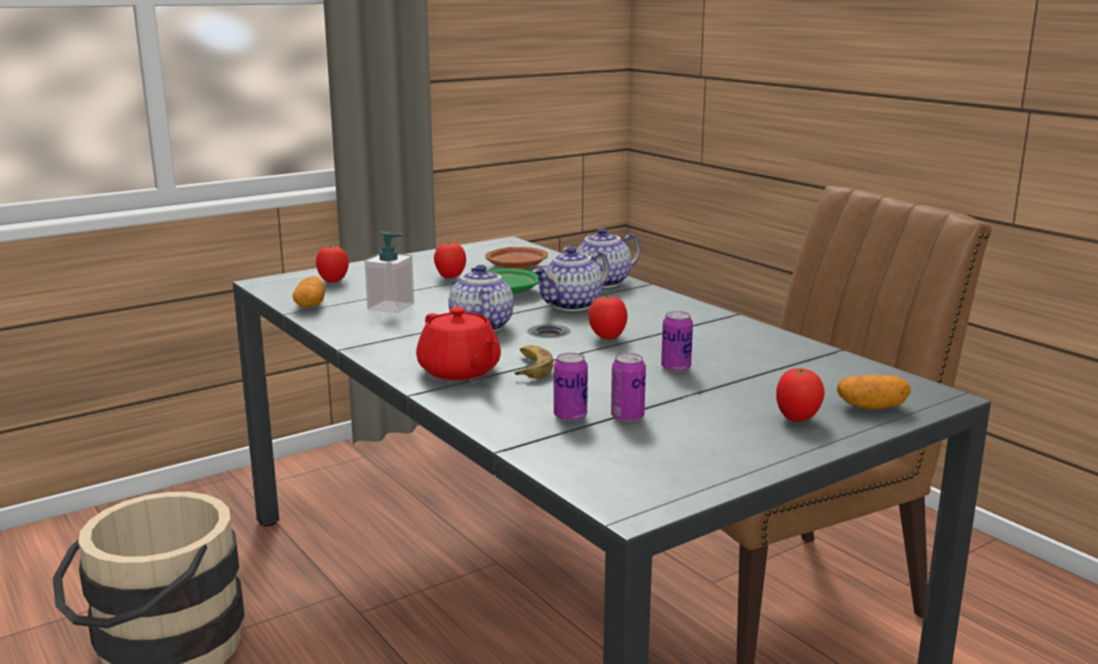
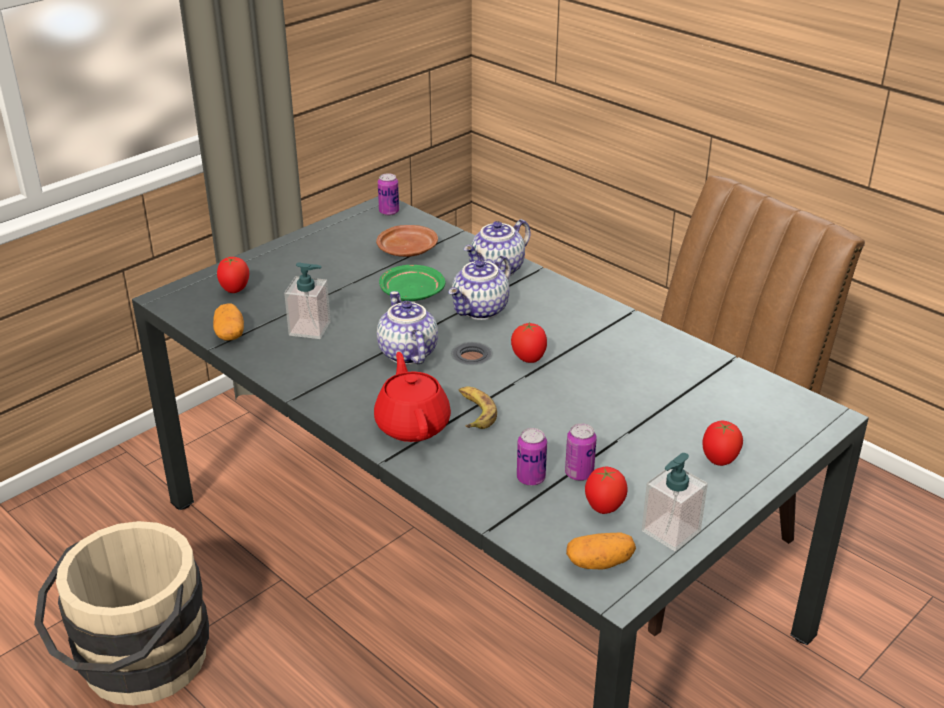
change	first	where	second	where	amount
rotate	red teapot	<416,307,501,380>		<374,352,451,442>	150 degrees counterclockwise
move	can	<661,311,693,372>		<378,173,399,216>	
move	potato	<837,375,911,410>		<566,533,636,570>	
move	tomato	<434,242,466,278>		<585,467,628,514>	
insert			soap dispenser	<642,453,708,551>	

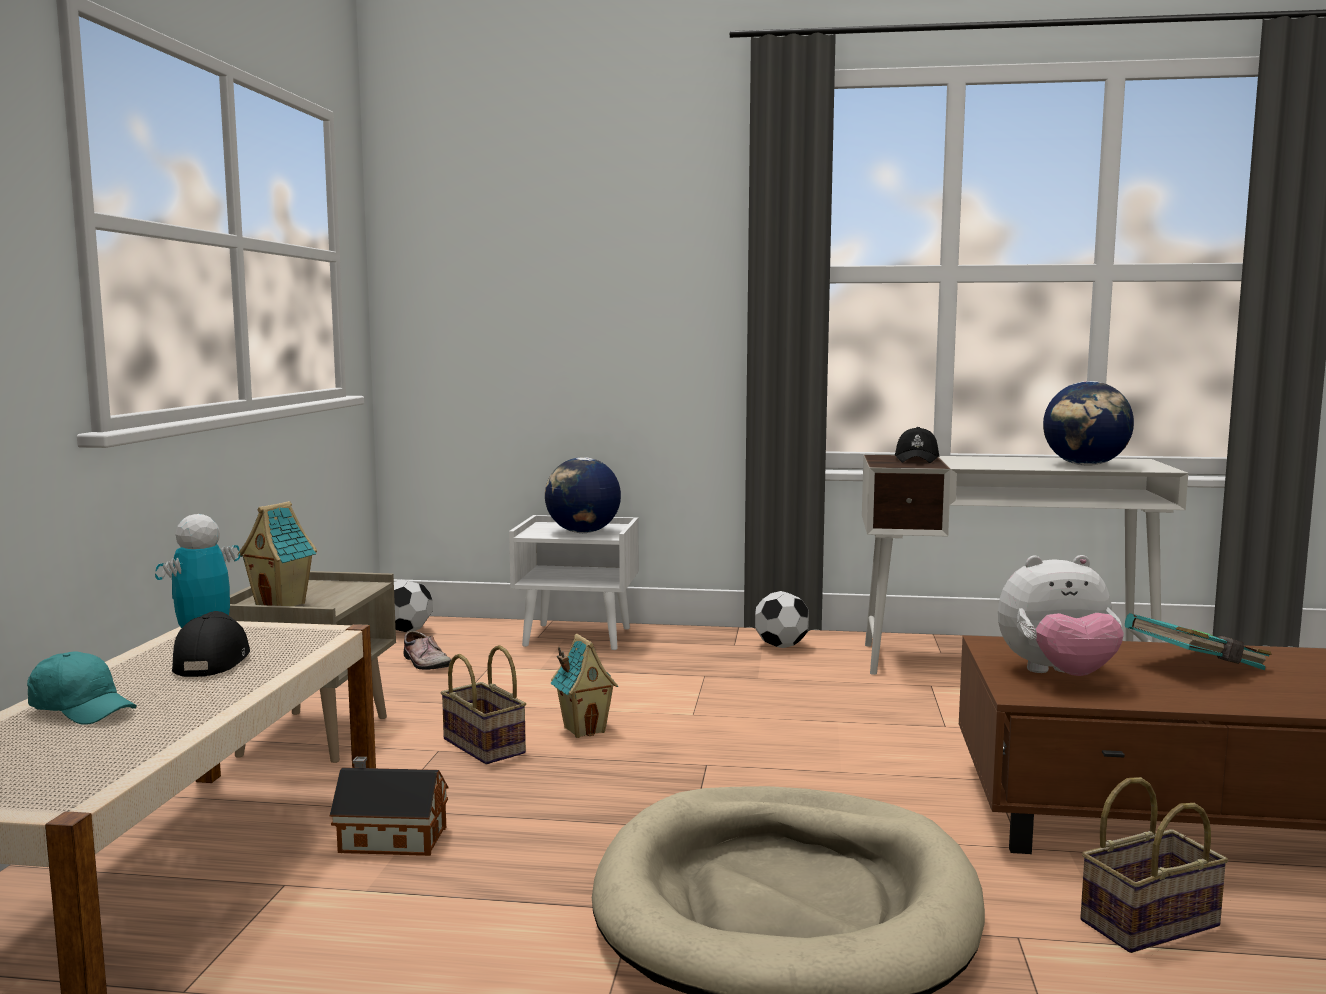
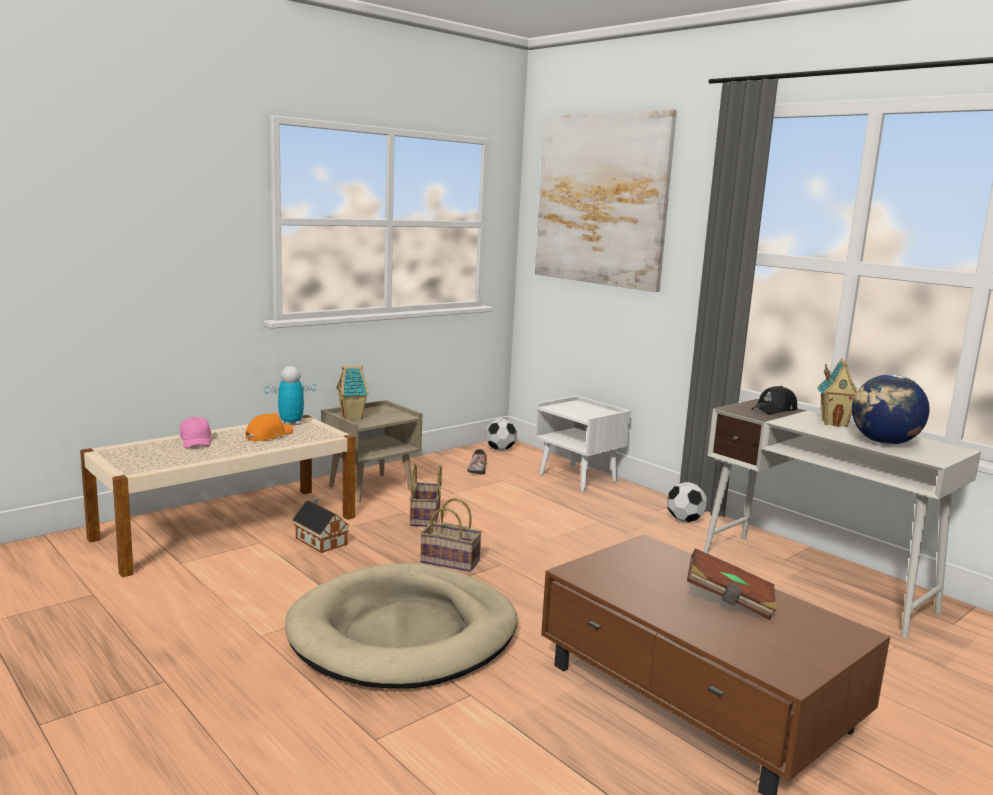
change	first	where	second	where	amount
recolor	turquoise cap	<27,651,137,725>	pink cap	<180,417,211,448>	
recolor	black cap	<172,611,250,677>	orange cap	<246,413,293,441>	
move	basket	<1080,777,1228,953>		<420,498,482,572>	
insert			picture	<535,109,677,292>	
recolor	turquoise book	<1125,613,1272,670>	brown book	<687,548,777,620>	
move	toy house	<551,634,618,738>		<817,358,858,427>	
delete	globe	<545,457,621,533>			
delete	plush toy	<998,555,1124,676>			

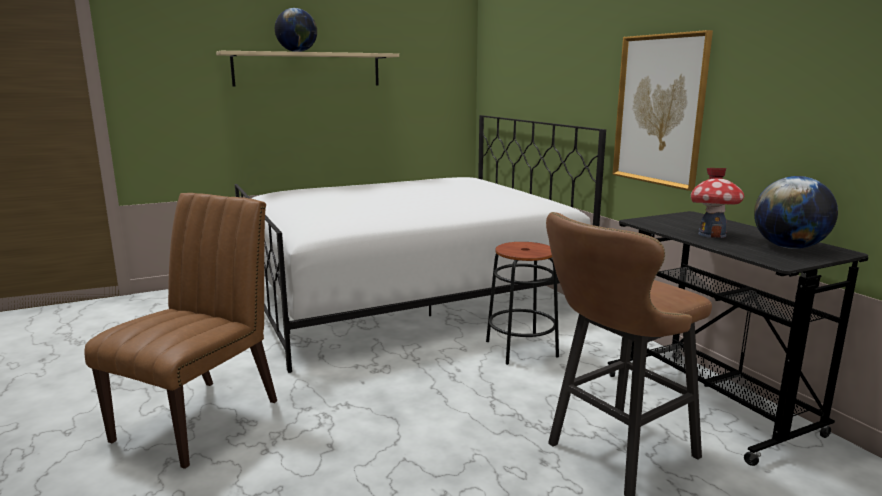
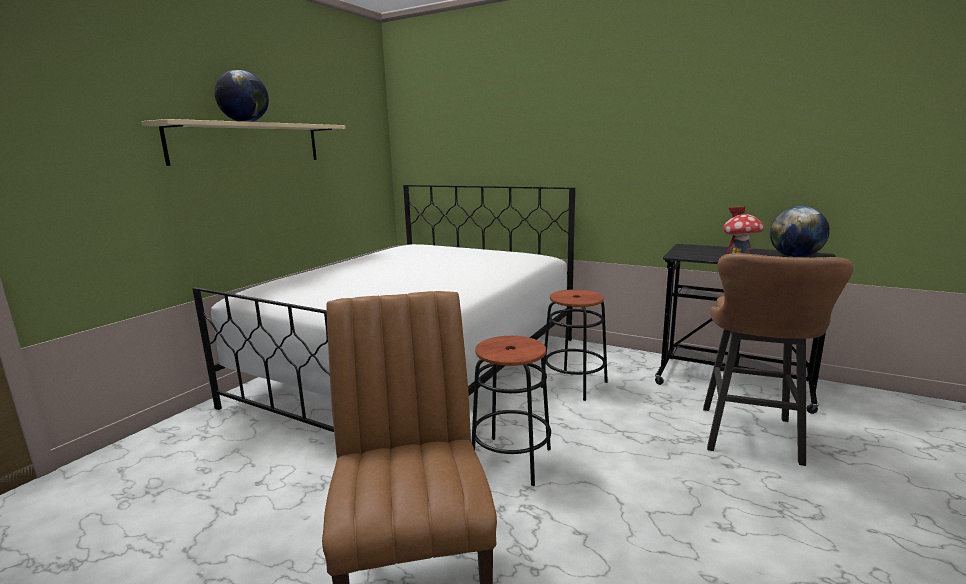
change	first	where	second	where	amount
insert			black stool	<472,336,551,486>	
delete	picture	<612,30,713,191>			

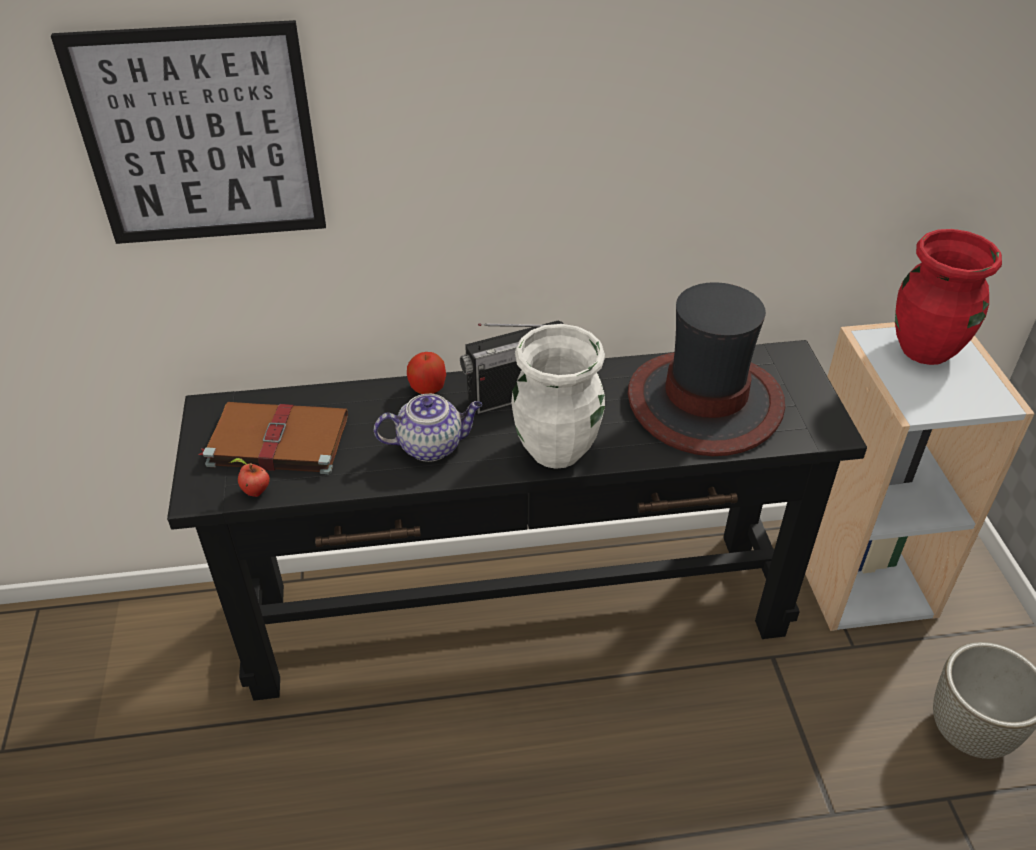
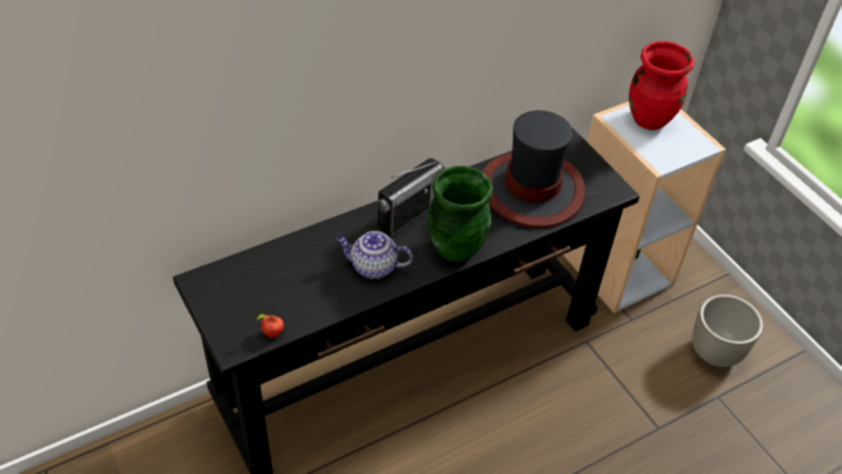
change	first	where	second	where	amount
rotate	teapot	<374,394,482,462>		<336,231,413,279>	135 degrees counterclockwise
recolor	white vase	<511,324,605,469>	green vase	<427,166,493,262>	
delete	picture	<51,20,326,244>			
delete	brown book	<198,402,348,474>			
delete	apple	<407,352,446,394>			

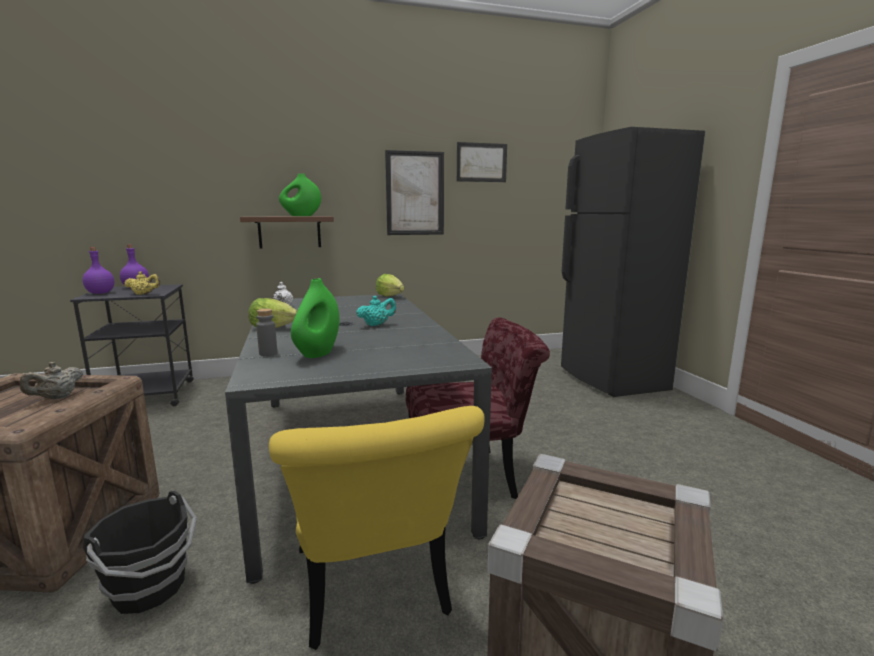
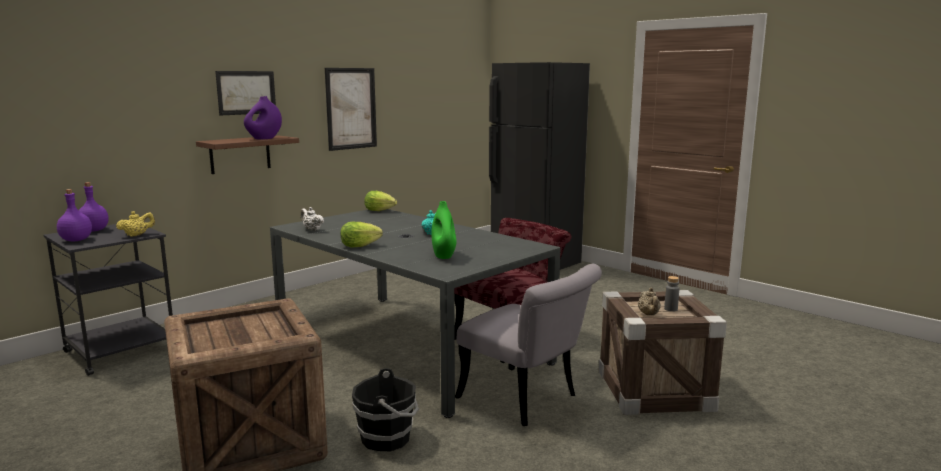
change	first	where	second	where	amount
move	picture	<457,142,507,182>		<215,71,276,116>	
recolor	green vase	<279,174,321,216>	purple vase	<244,96,282,139>	
recolor	yellow chair	<269,406,485,650>	grey chair	<455,264,602,426>	
move	beige teapot	<20,362,83,399>		<638,288,661,315>	
move	grey bottle	<256,309,277,356>		<664,276,679,312>	

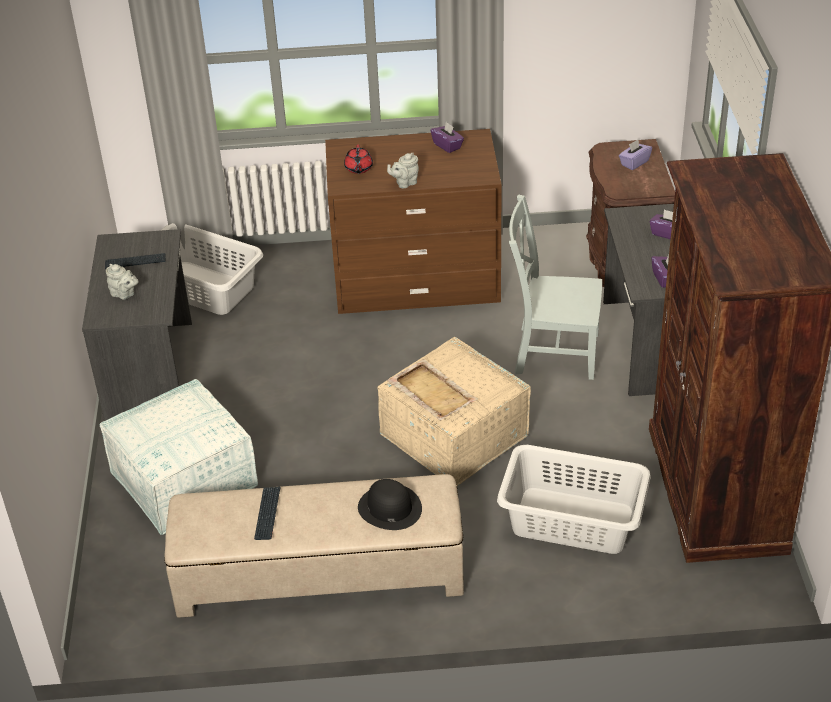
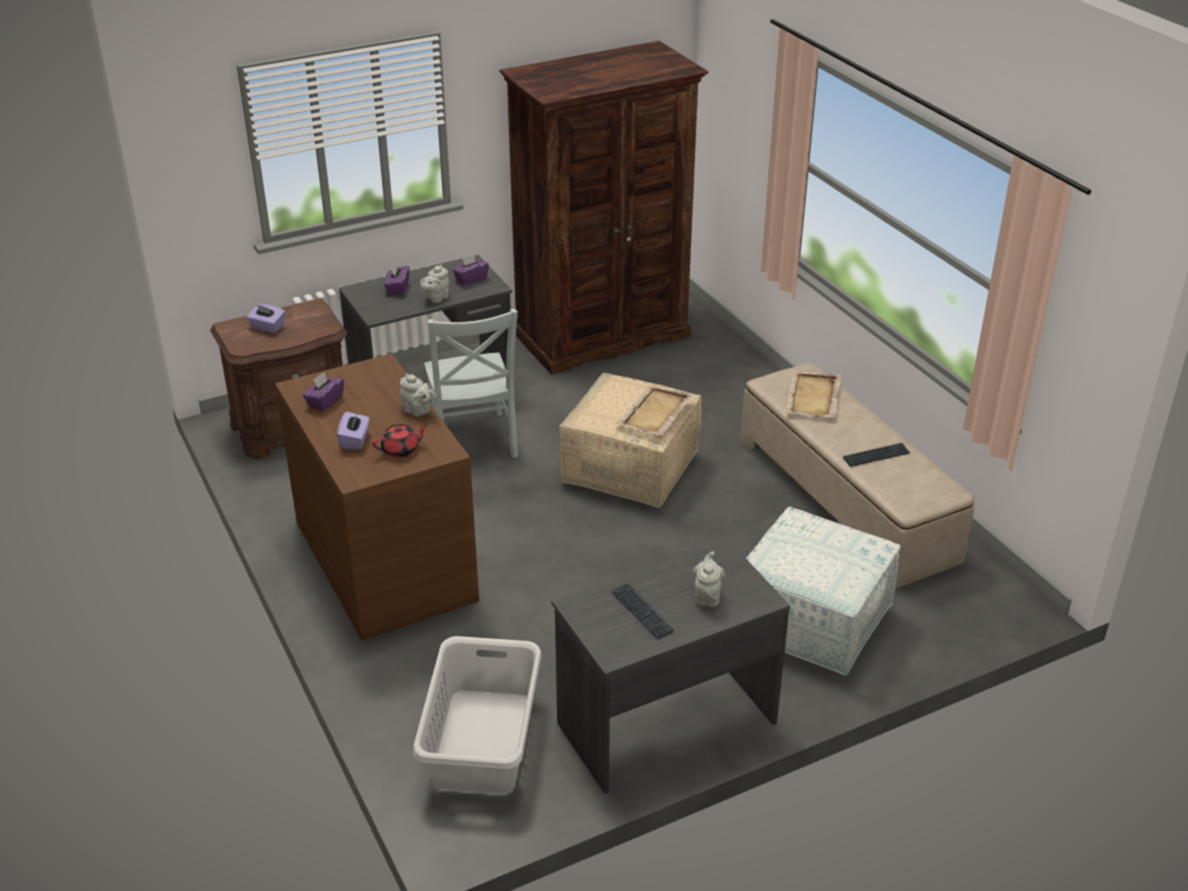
change	first	where	second	where	amount
insert			purple tissue box	<337,412,370,450>	
insert			grey teapot	<420,264,449,303>	
replace	black hat	<358,479,422,530>	beige tray	<786,371,841,418>	
delete	grey laundry basket	<497,445,651,554>			

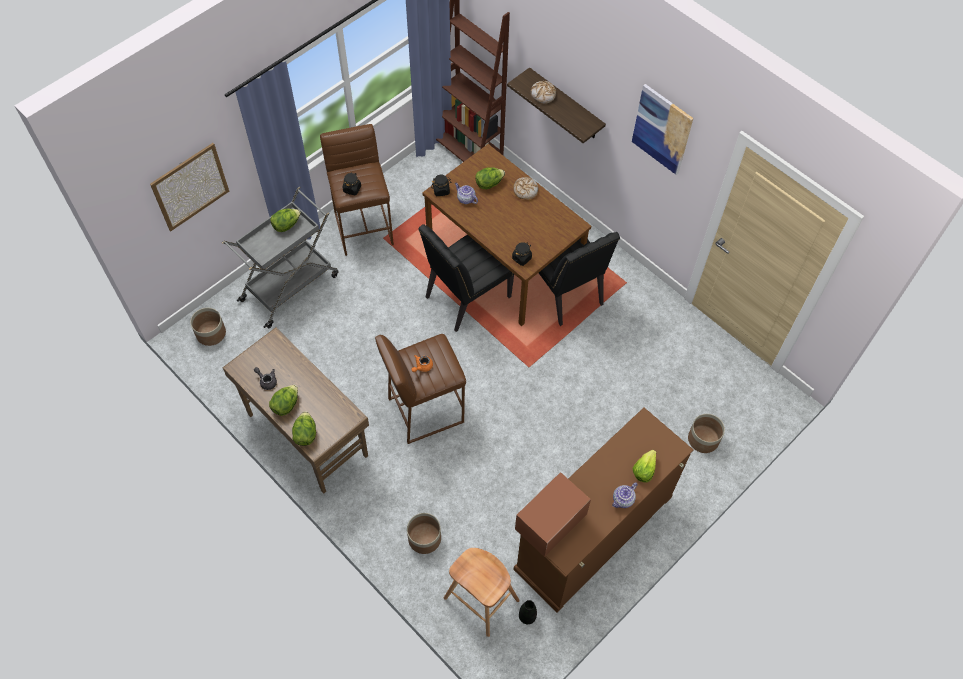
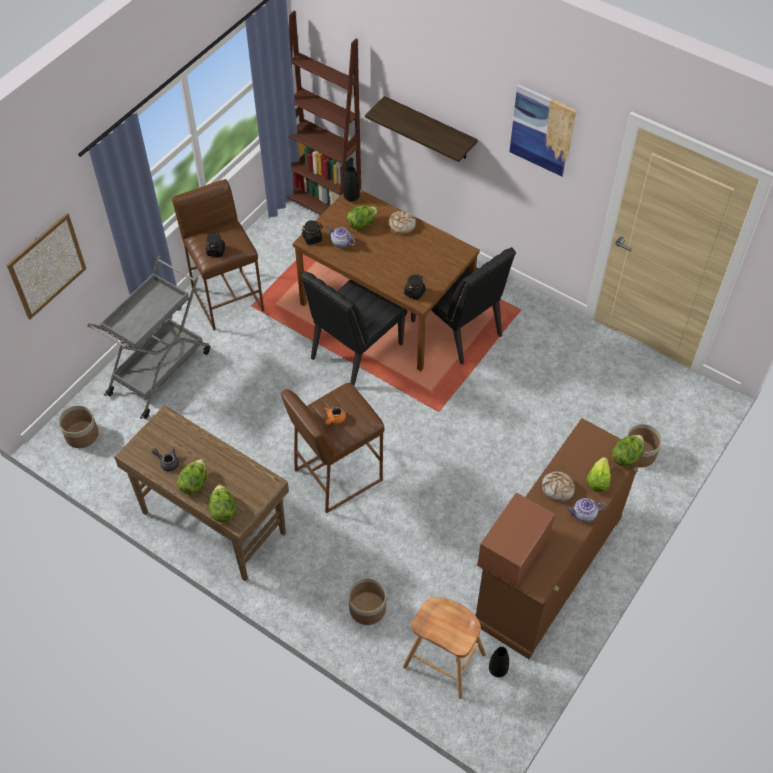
change	first	where	second	where	amount
insert			black vase	<343,166,360,201>	
move	bread	<531,81,556,103>		<542,471,575,502>	
rotate	teapot	<612,482,638,508>		<567,498,606,523>	45 degrees clockwise
move	lettuce	<270,209,301,232>		<612,435,644,467>	

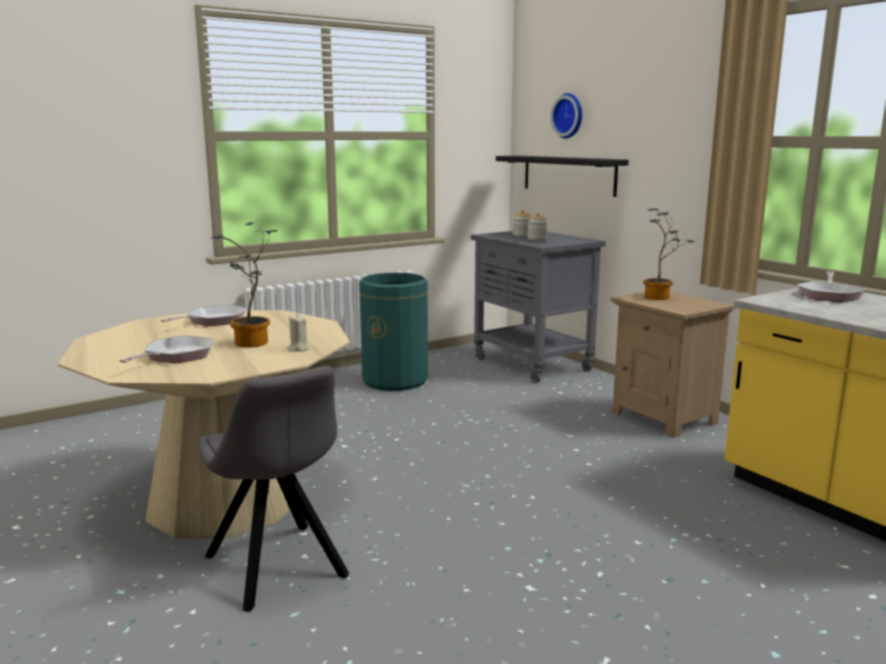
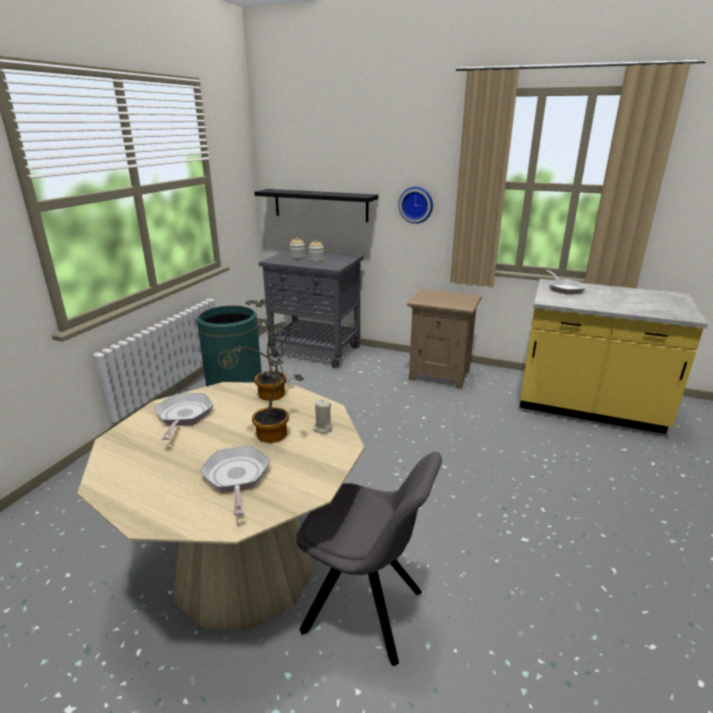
change	first	where	second	where	amount
move	potted plant	<643,208,695,300>		<245,298,304,401>	
move	wall clock	<550,93,582,139>		<398,187,433,224>	

